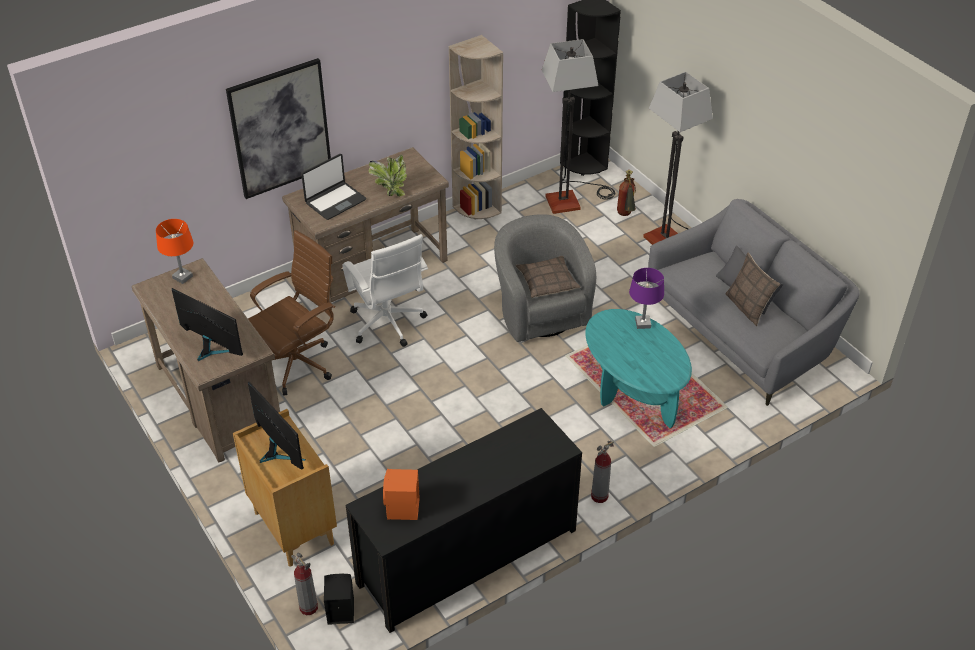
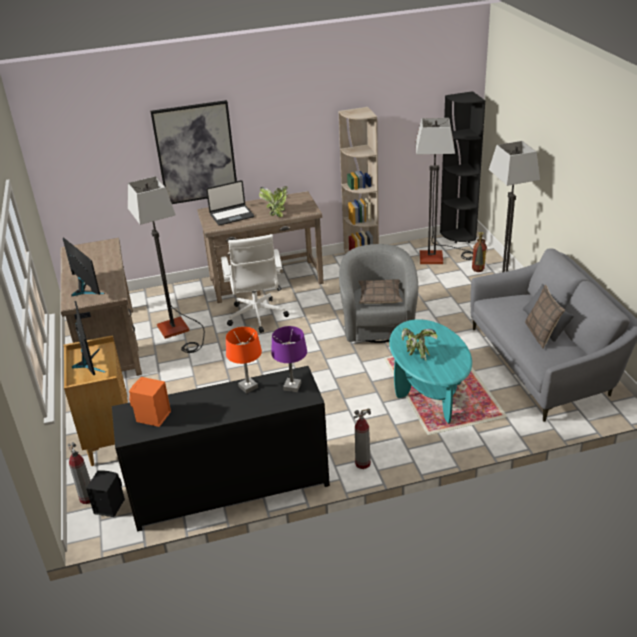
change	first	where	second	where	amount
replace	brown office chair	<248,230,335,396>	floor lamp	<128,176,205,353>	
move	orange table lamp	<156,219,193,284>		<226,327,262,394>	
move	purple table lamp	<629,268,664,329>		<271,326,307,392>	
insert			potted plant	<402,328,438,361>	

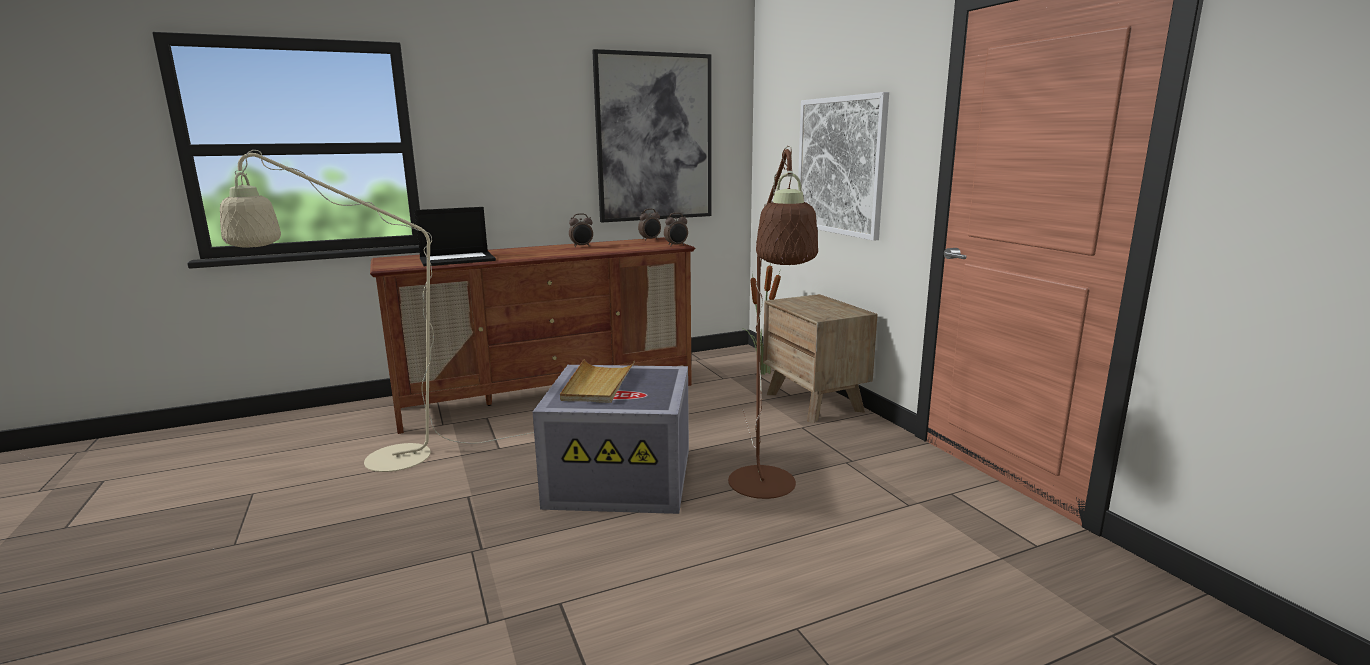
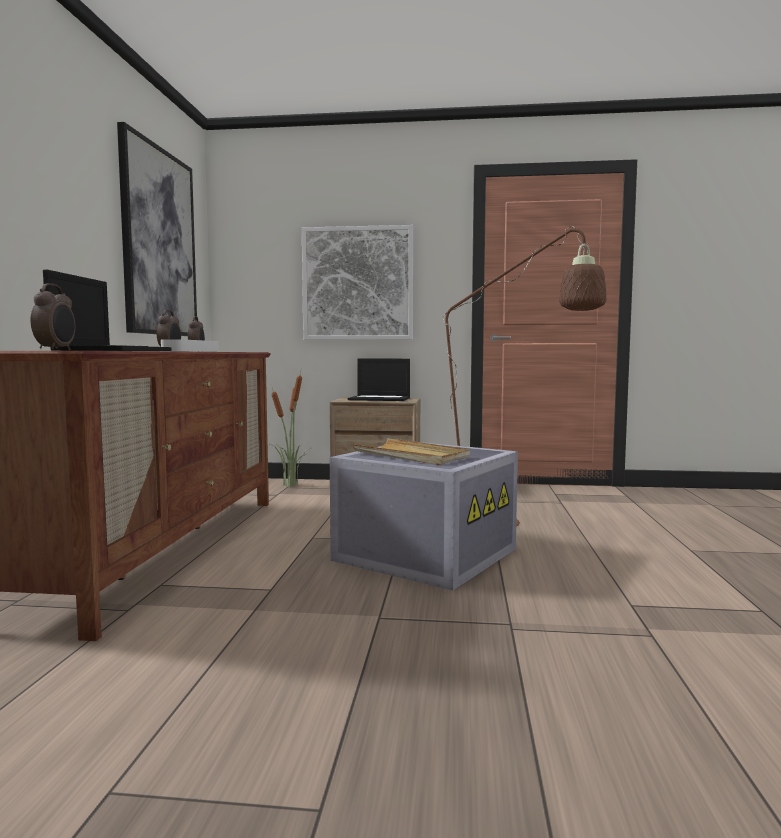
change	first	where	second	where	amount
move	alarm clock	<664,213,688,246>		<31,283,75,350>	
insert			grey tray	<161,339,219,352>	
insert			laptop	<348,359,410,401>	
delete	beige floor lamp	<220,150,534,472>			

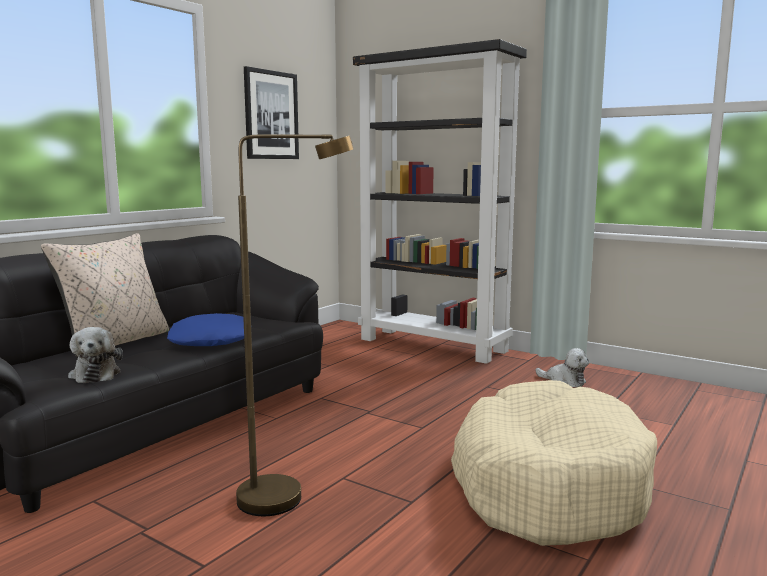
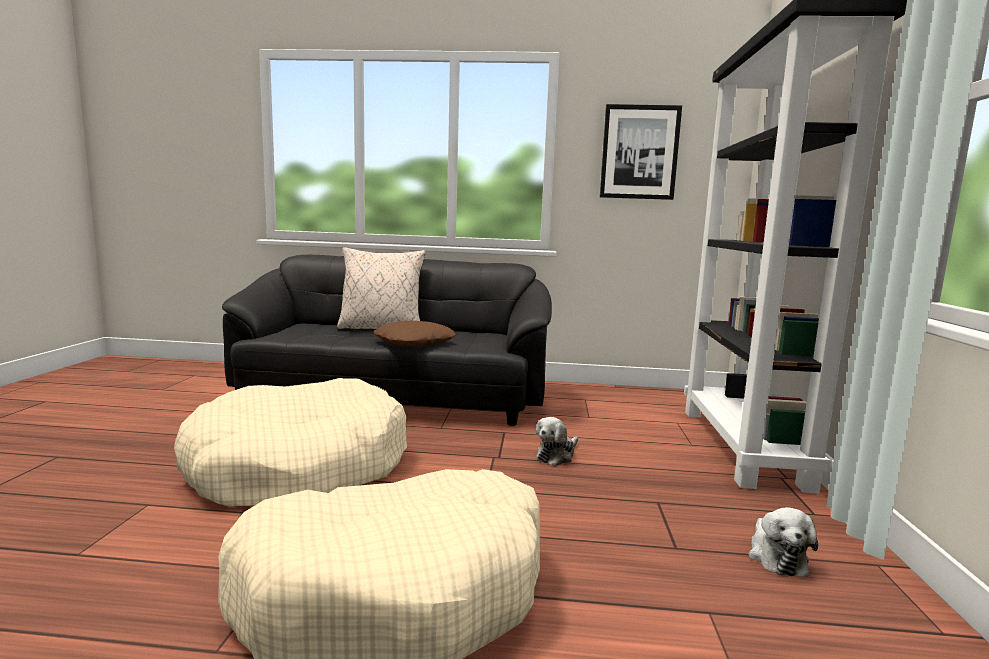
change	first	where	second	where	amount
replace	brown floor lamp	<236,134,353,516>	beige dog bed	<174,378,407,507>	
recolor	blue pillow	<167,313,244,346>	brown pillow	<373,321,456,346>	
move	plush toy	<68,327,123,383>		<536,417,578,466>	

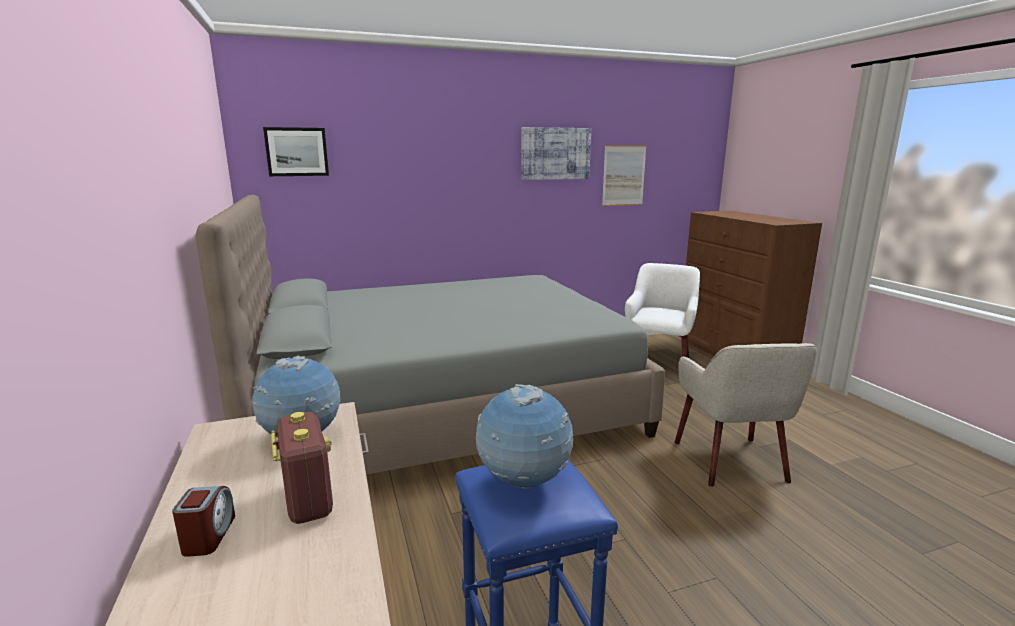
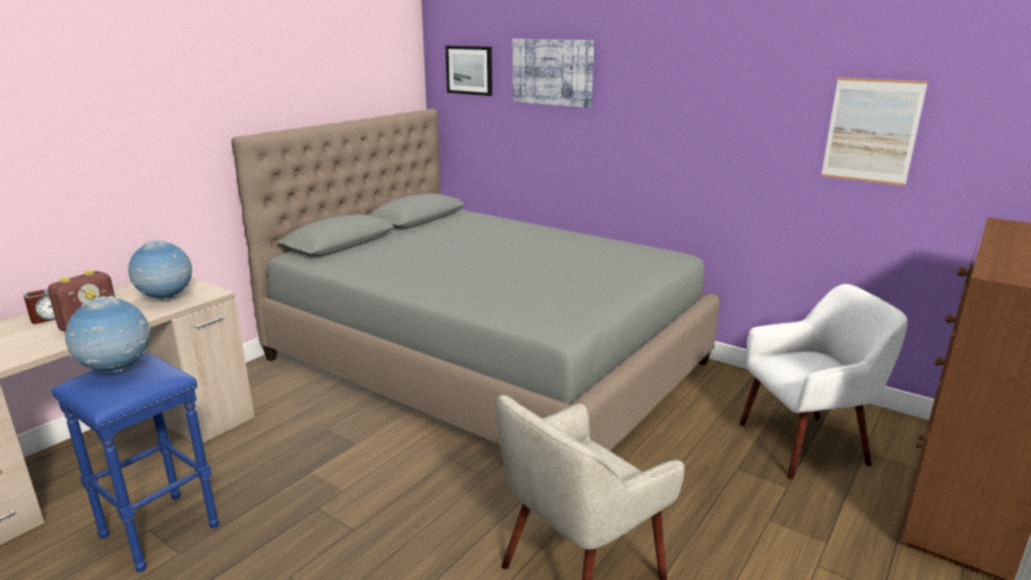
change	first	where	second	where	amount
move	picture	<521,127,591,180>		<512,39,594,108>	

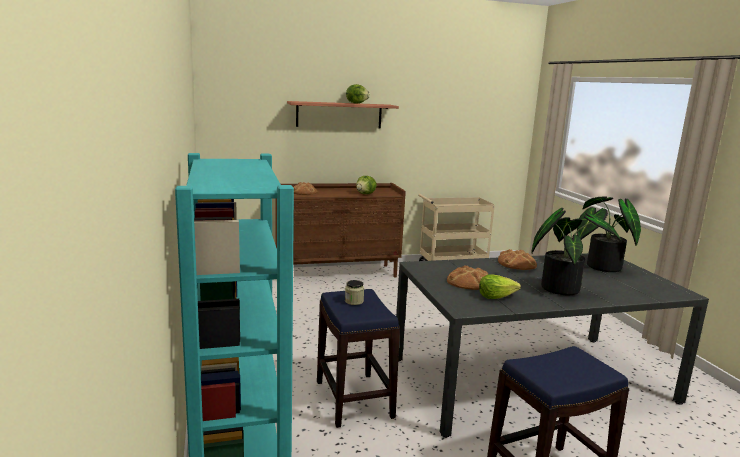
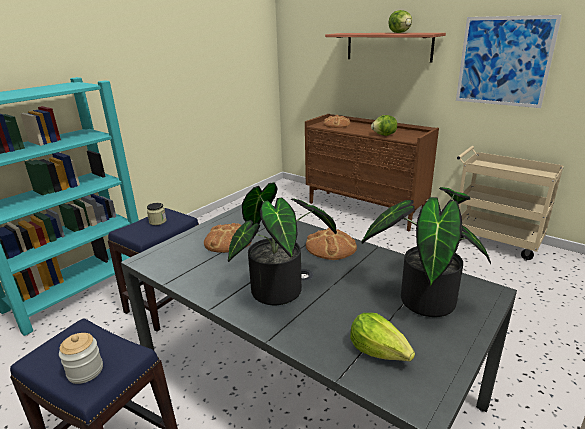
change	first	where	second	where	amount
insert			jar	<59,333,103,384>	
move	lettuce	<479,274,521,299>		<350,313,415,361>	
insert			picture	<456,15,562,108>	

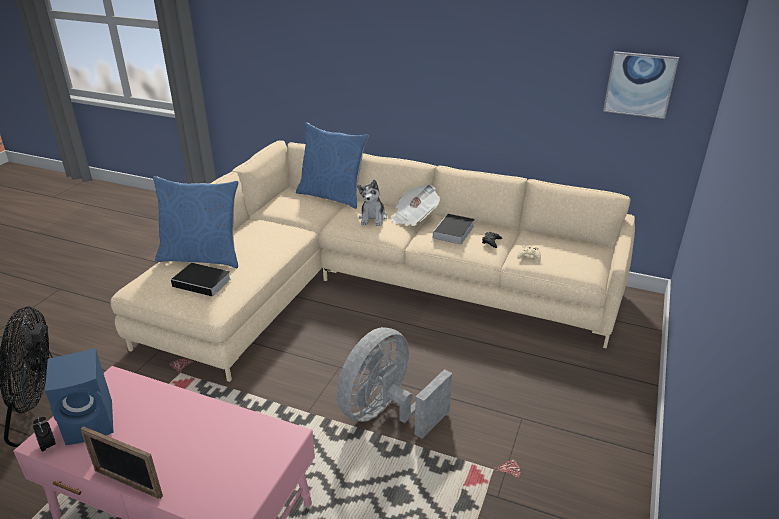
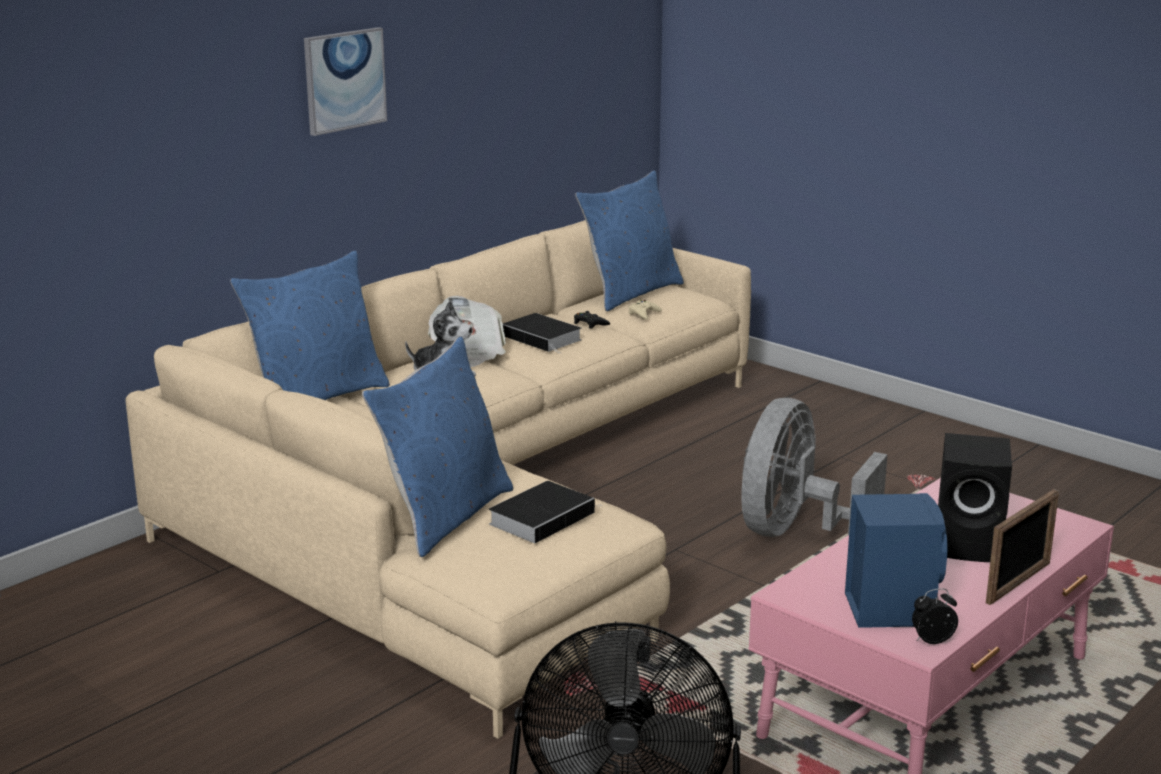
change	first	where	second	where	amount
move	picture	<603,51,679,119>		<304,27,387,136>	
insert			blue pillow	<575,171,684,311>	
rotate	grey fan	<336,327,452,439>		<741,398,888,537>	60 degrees clockwise
insert			black speaker	<938,433,1012,562>	

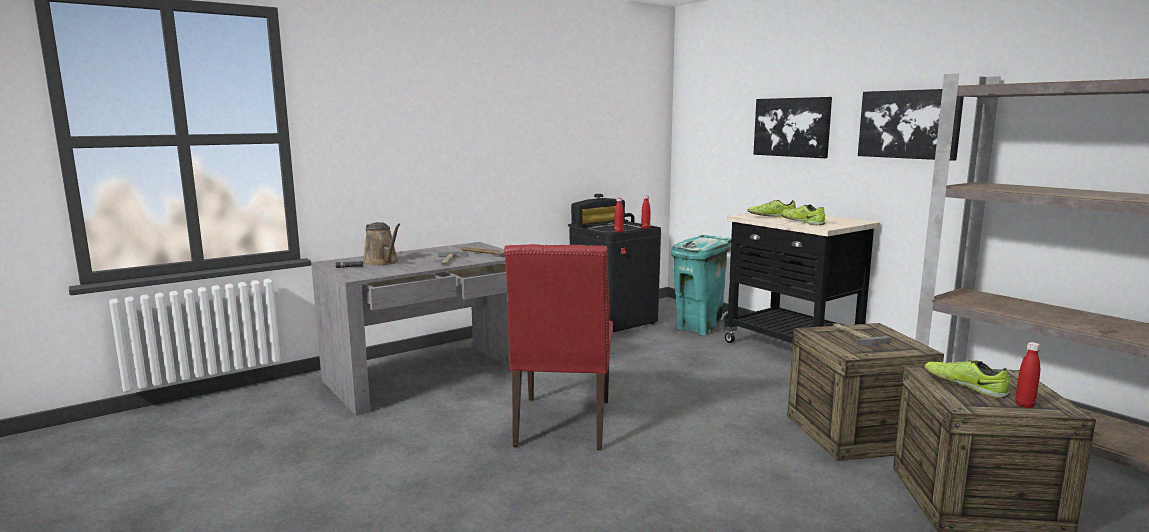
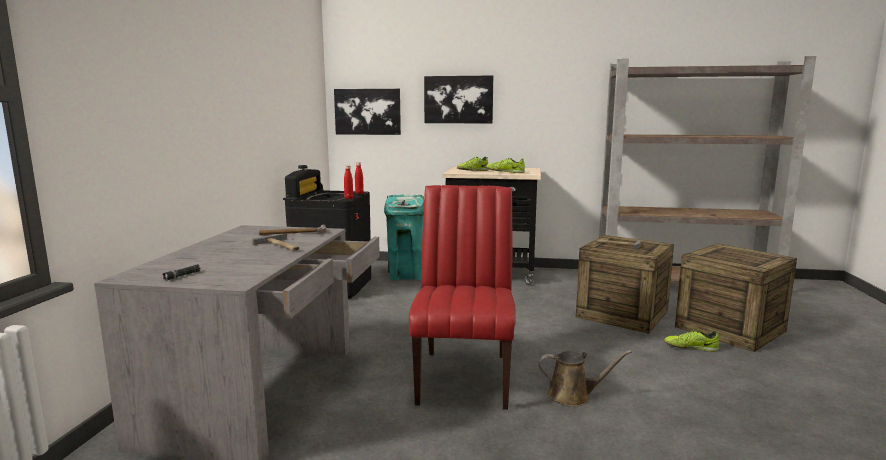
change	first	where	second	where	amount
move	picture	<858,89,964,161>		<334,89,401,135>	
rotate	red chair	<504,244,613,450>		<409,185,516,410>	135 degrees counterclockwise
move	brown watering can	<363,222,400,266>		<539,350,632,407>	
move	shoe	<924,360,1010,398>		<664,330,719,352>	
delete	red bottle	<1015,342,1040,408>			

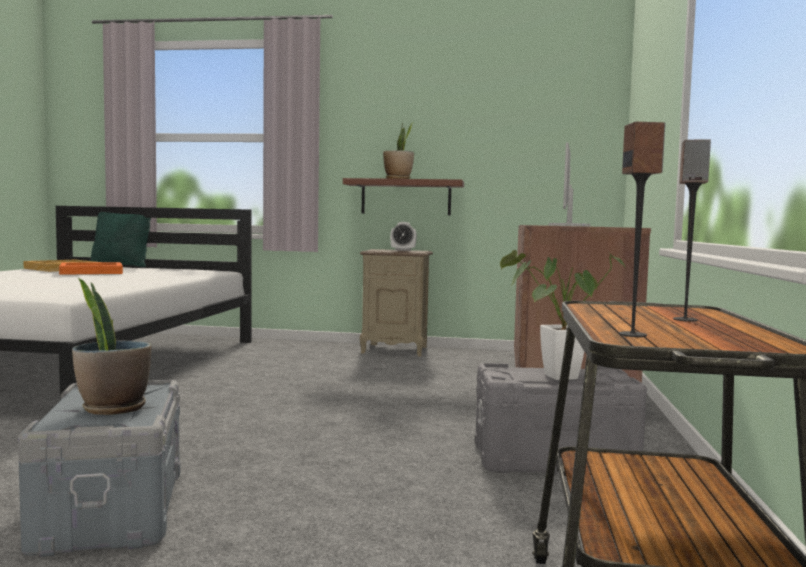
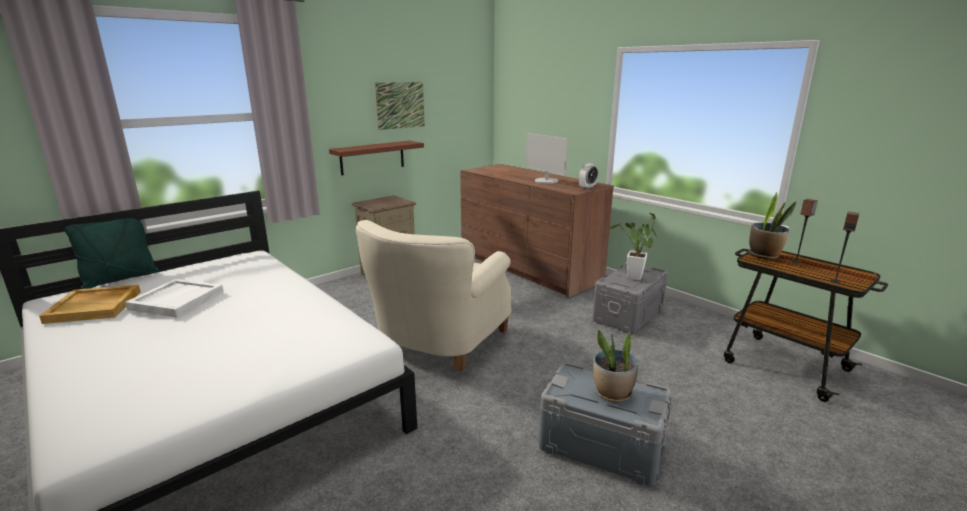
change	first	where	second	where	amount
recolor	orange tray	<59,262,123,275>	white tray	<125,279,224,317>	
insert			beige armchair	<356,220,511,371>	
insert			picture	<375,82,425,130>	
move	alarm clock	<390,222,417,251>		<579,163,598,189>	
move	potted plant	<383,122,414,179>		<749,192,796,260>	

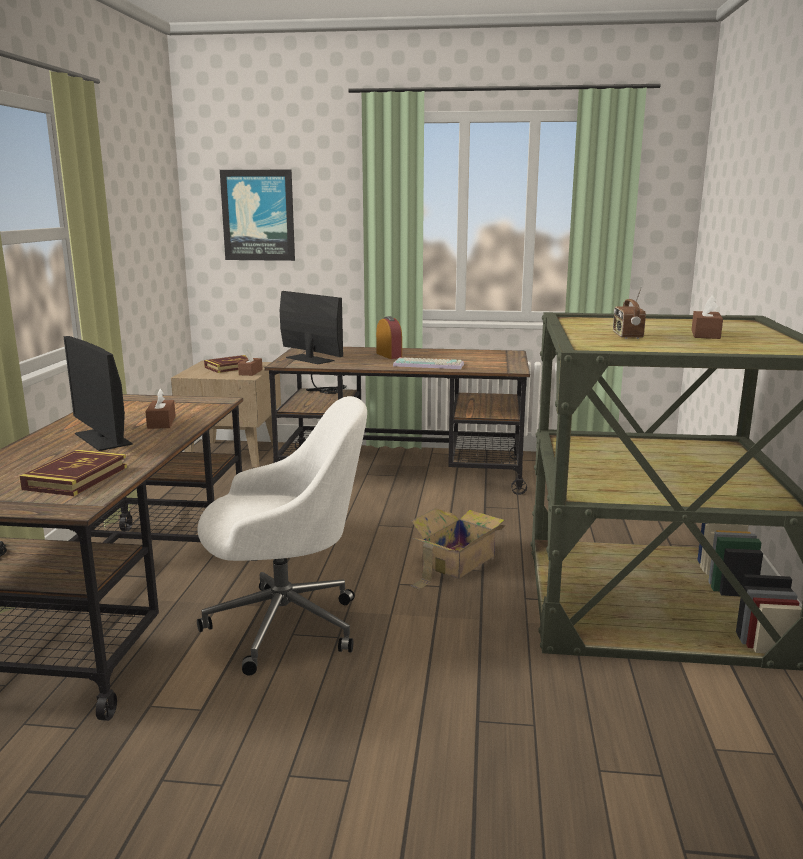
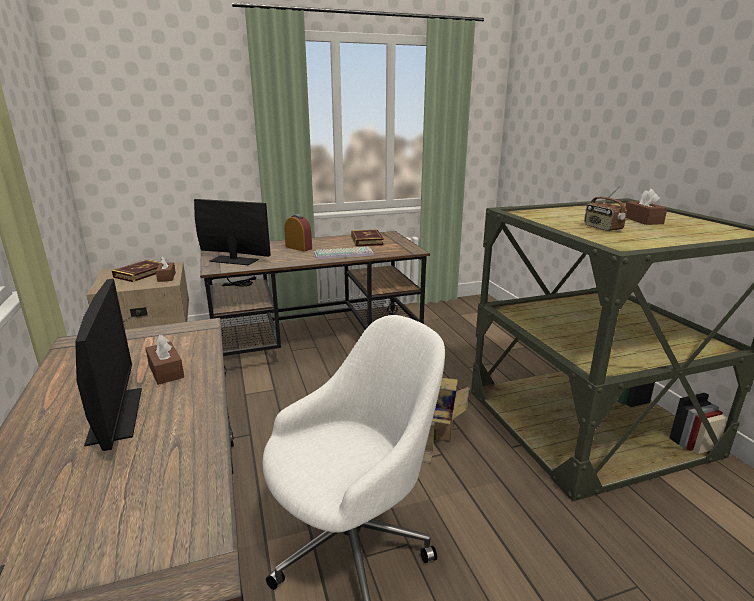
change	first	where	second	where	amount
rotate	monitor	<63,336,133,451>		<75,279,142,451>	135 degrees counterclockwise
move	book	<20,450,127,496>		<351,229,384,246>	
delete	picture	<220,170,295,261>			

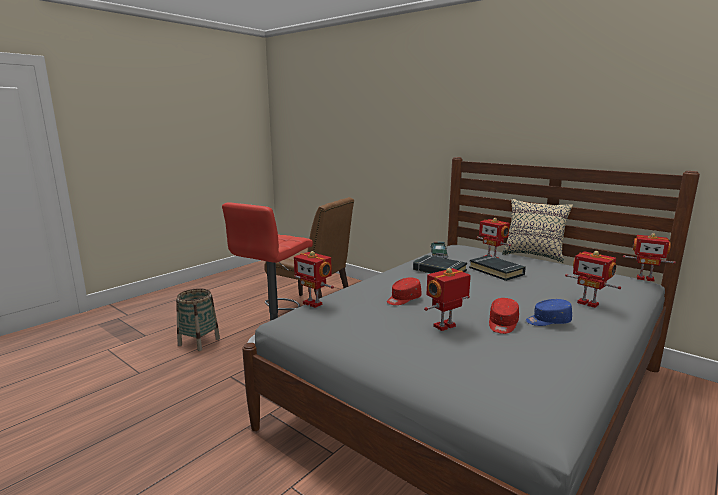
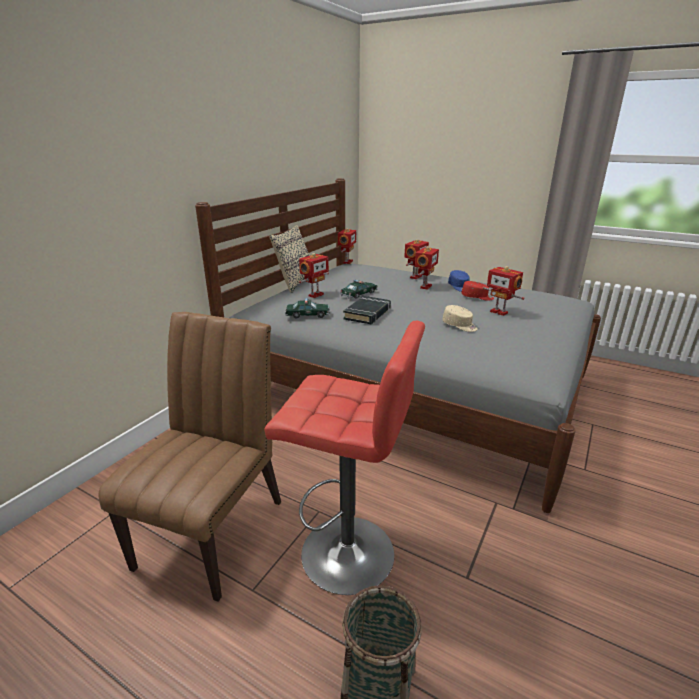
change	first	where	second	where	amount
replace	black book	<469,255,526,281>	toy car	<340,280,378,299>	
move	toy robot	<294,251,334,308>		<415,246,439,290>	
recolor	red cap	<387,278,421,305>	beige cap	<442,305,478,332>	

